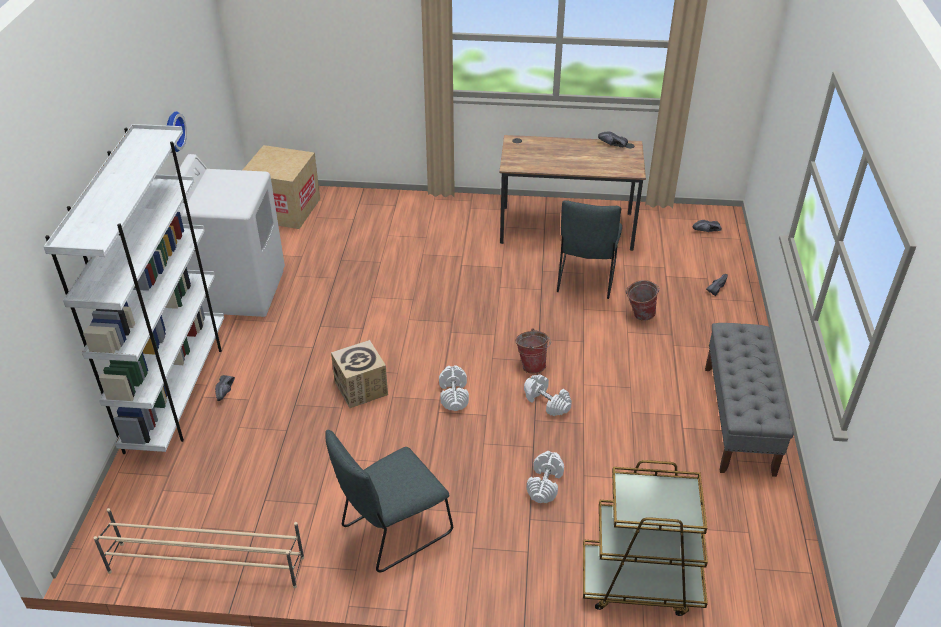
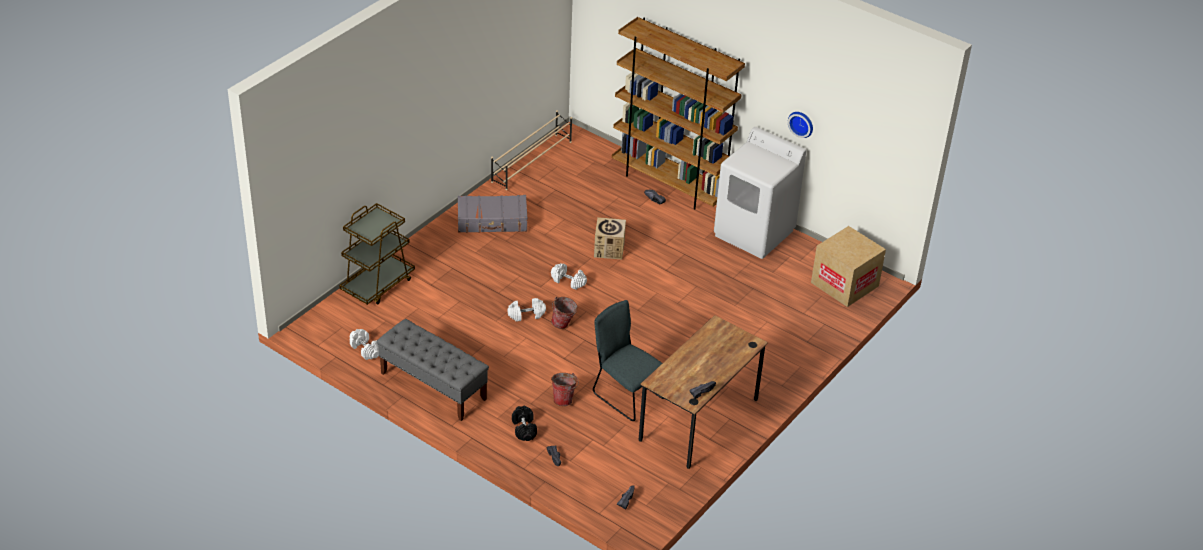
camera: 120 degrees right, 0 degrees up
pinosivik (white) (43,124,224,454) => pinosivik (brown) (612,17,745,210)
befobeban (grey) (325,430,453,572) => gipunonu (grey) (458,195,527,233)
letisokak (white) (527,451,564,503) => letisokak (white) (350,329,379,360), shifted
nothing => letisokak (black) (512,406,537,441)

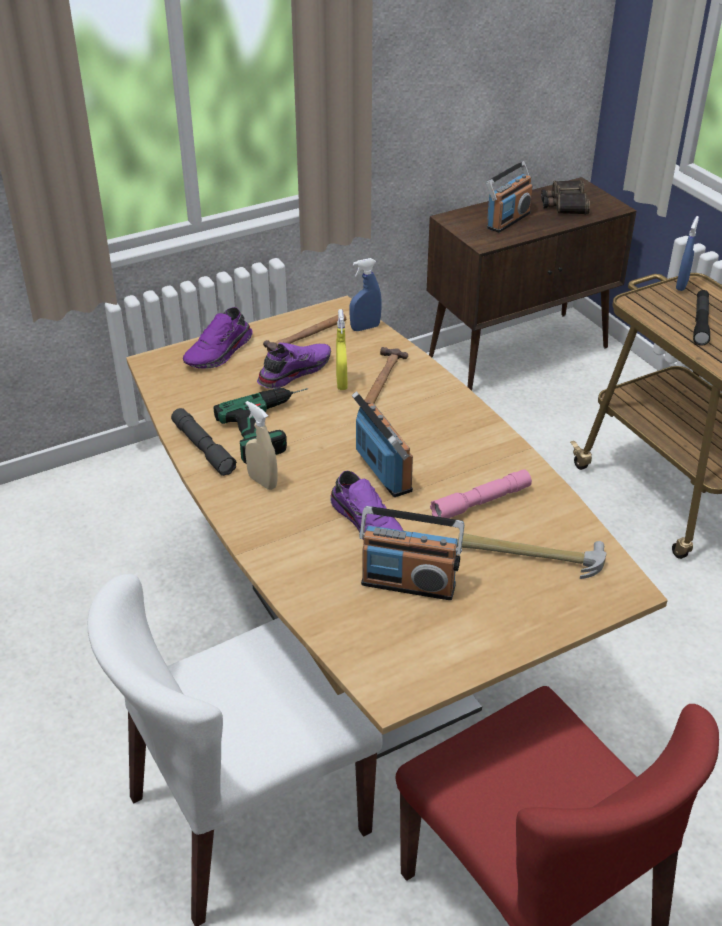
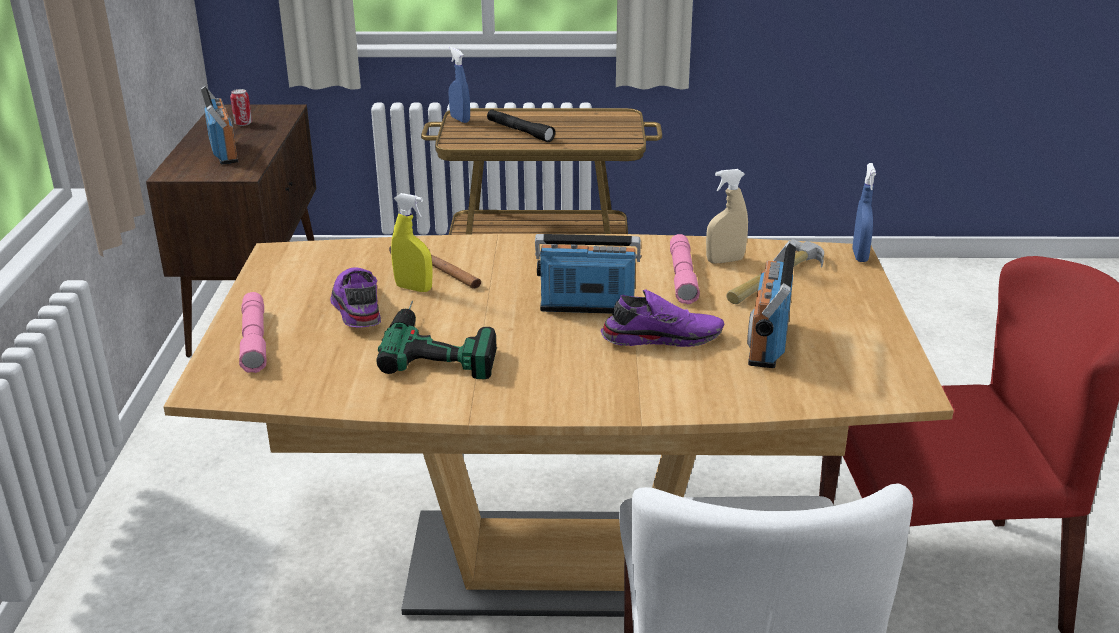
camera: 60 degrees left, 10 degrees down
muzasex (541,180,590,215) => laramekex (230,89,252,126)
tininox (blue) (349,258,382,331) => tininox (blue) (852,163,876,262), shifted
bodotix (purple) (183,307,253,369) => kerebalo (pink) (239,292,267,373)
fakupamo (263,315,346,352) => nothing
tininox (beige) (245,401,278,490) => tininox (beige) (706,169,748,263), shifted
kerebalo (grey) (171,408,237,476) => nothing
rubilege (359,506,464,600) => rubilege (747,240,796,368), 150 degrees clockwise

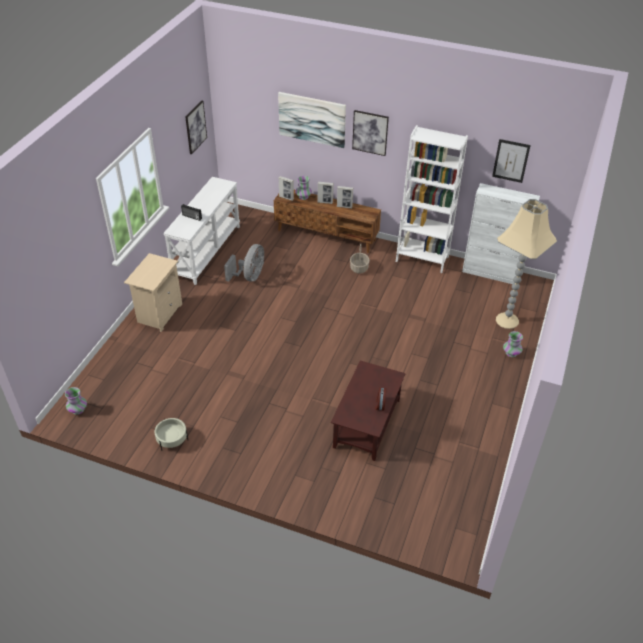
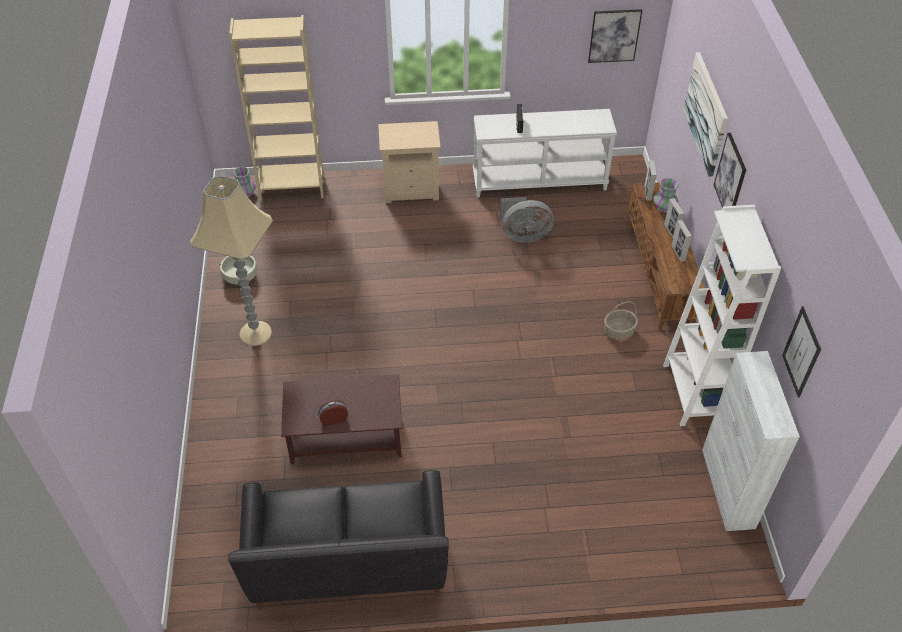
camera: 65 degrees right, 5 degrees up
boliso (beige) (496,199,557,329) => boliso (beige) (190,176,273,346), shifted
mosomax (503,331,523,357) => nothing
nothing => pinosivik (beige) (229,15,324,202)
nothing => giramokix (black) (228,470,449,609)

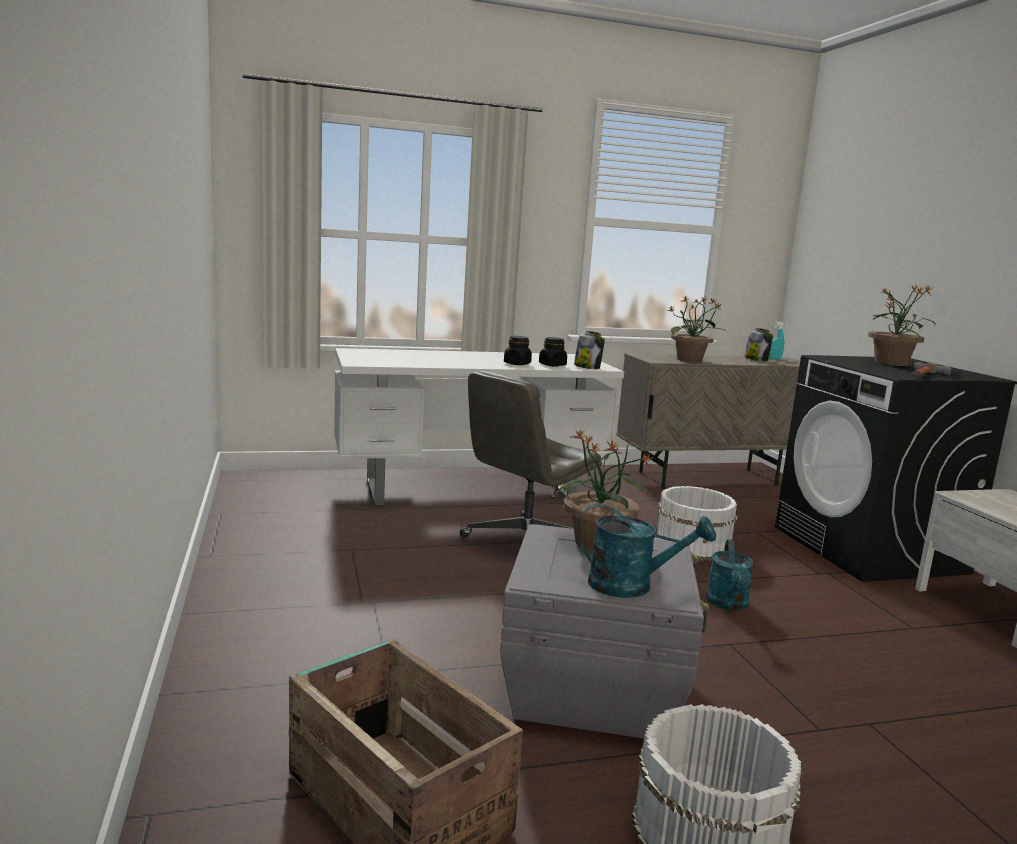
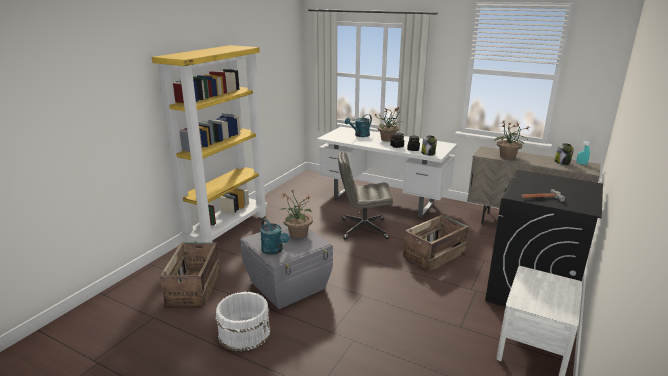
camera: 45 degrees right, 10 degrees up
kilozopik (868,284,935,366) => kilozopik (374,107,401,142), shifted
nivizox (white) (654,486,737,561) => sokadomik (403,215,468,271)
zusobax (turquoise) (706,539,754,611) => zusobax (turquoise) (345,114,372,137), shifted
nothing => pinosivik (yellow) (152,45,267,242)

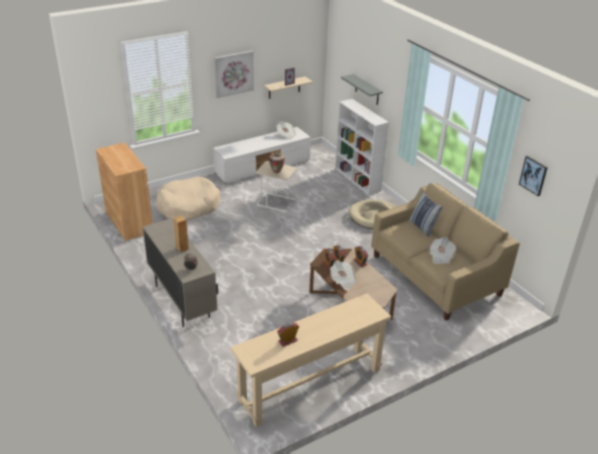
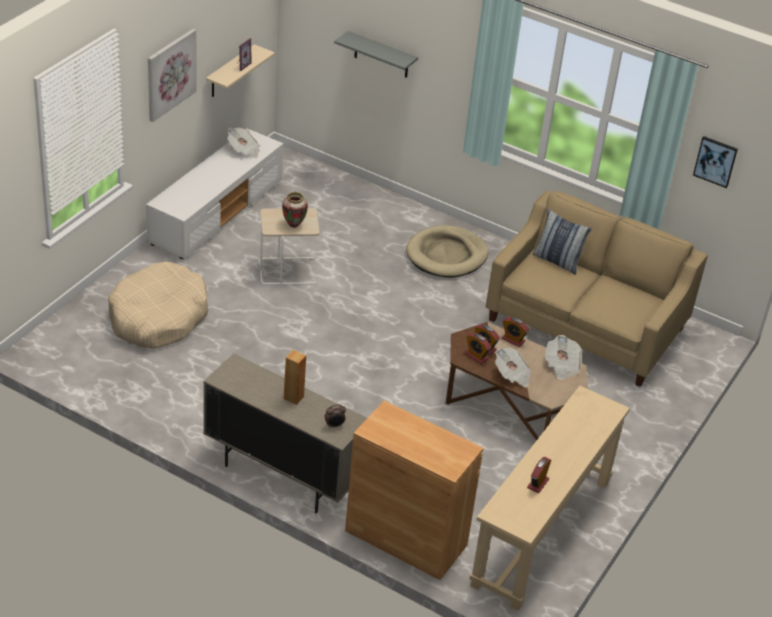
camera: 30 degrees left, 5 degrees up
pinosivik (white) (335,99,389,195) => nothing
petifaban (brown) (96,143,153,241) => petifaban (brown) (345,401,484,580), shifted
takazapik (429,237,456,264) => takazapik (544,335,582,380), shifted

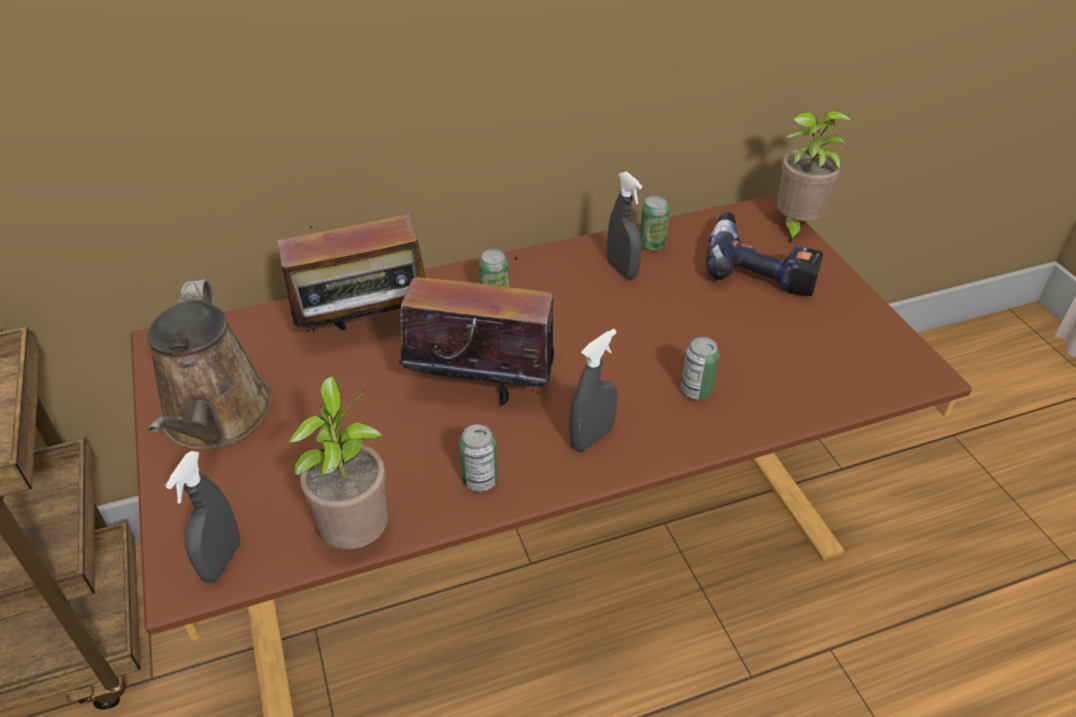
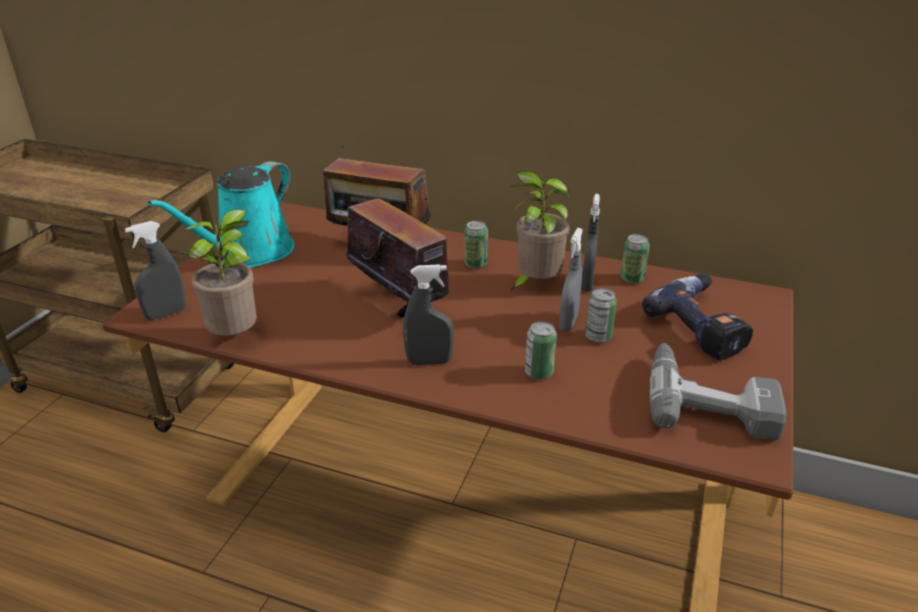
camera: 40 degrees right, 10 degrees down
kilozopik (777,110,853,244) => kilozopik (510,171,571,291), shifted
zusobax (brown) (147,279,273,450) => zusobax (turquoise) (147,161,295,268)
laramekex (459,425,497,492) => laramekex (585,288,617,343), shifted
nothing => tininox (grey) (559,228,583,331)
nothing => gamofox (650,343,787,440)

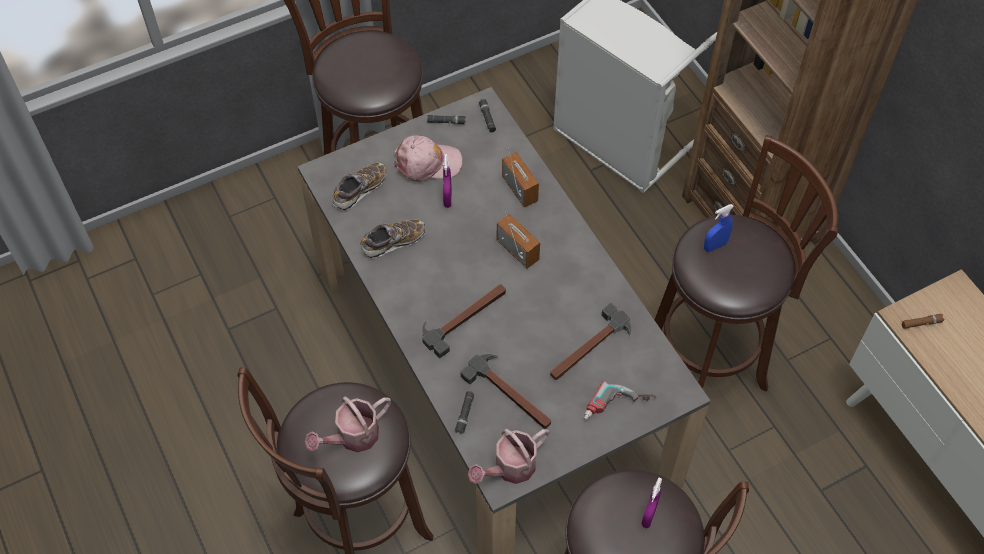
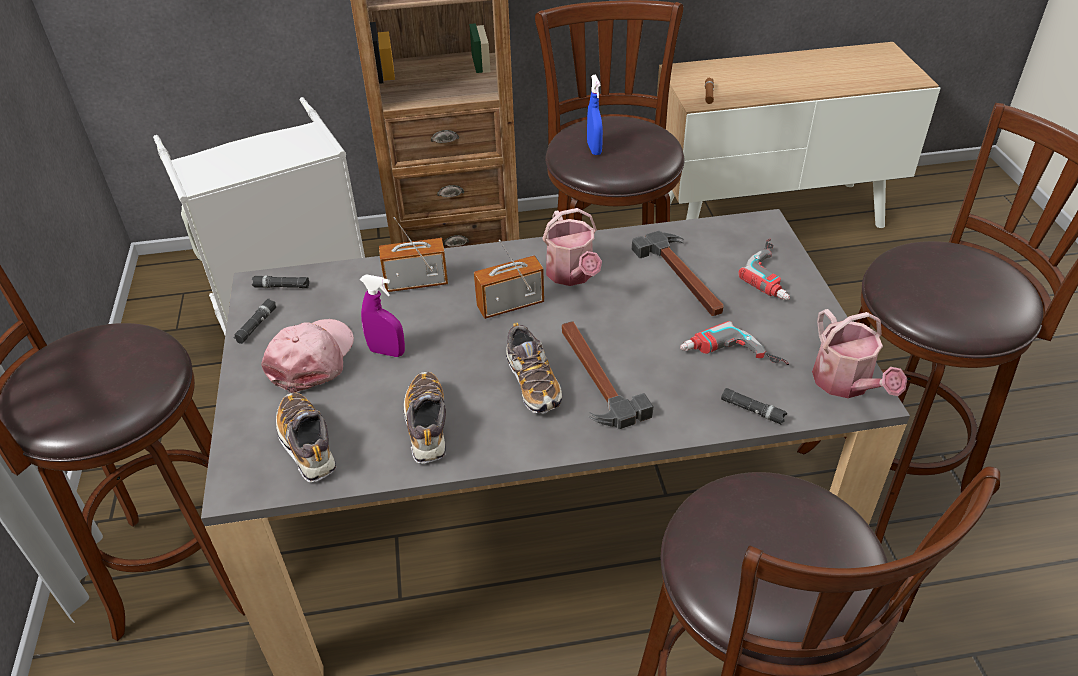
camera: 70 degrees left, 15 degrees down
fakupamo (460,354,551,429) => gamofox (680,321,789,365)
zusobax (305,396,391,452) => zusobax (542,208,602,286), shifted
tininox (purple) (641,477,662,528) => nothing
nothing => bodotix (506,323,562,413)

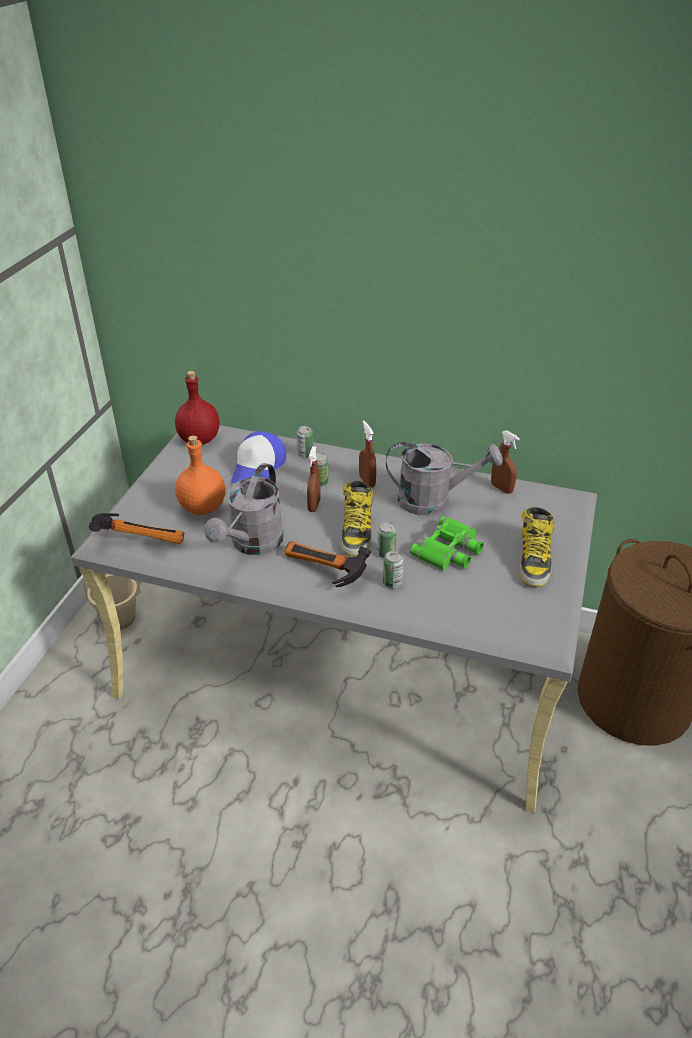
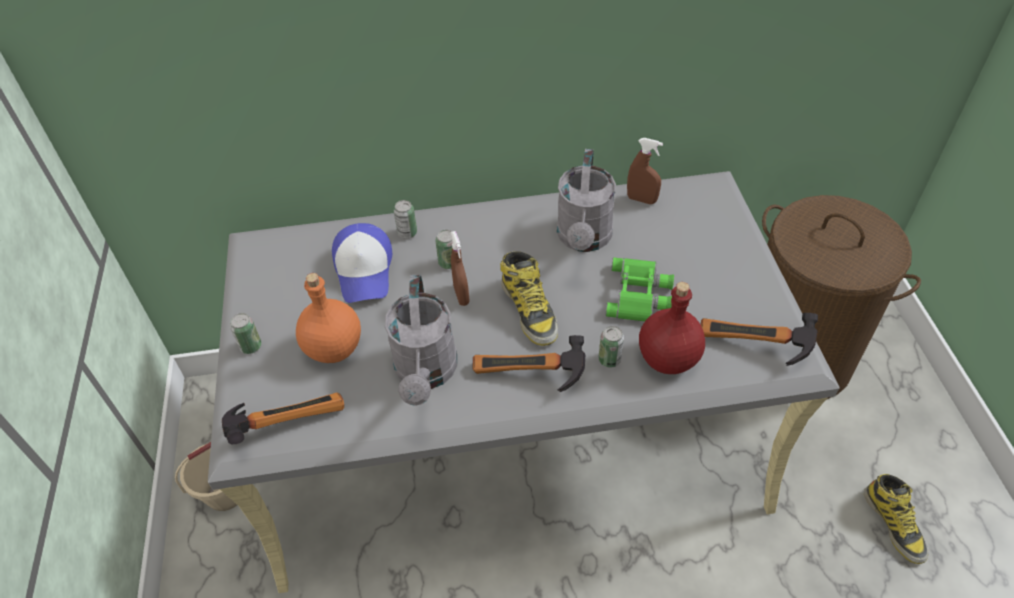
camera: 25 degrees left, 10 degrees up
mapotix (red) (175,371,220,445) => mapotix (red) (639,282,705,374), shifted
tininox (brown) (359,421,376,488) => nothing
zusobax (grey) (386,442,503,515) => zusobax (grey) (557,149,616,252), 120 degrees clockwise
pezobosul (519,507,554,587) => pezobosul (864,474,928,564), shifted
laramekex (377,522,397,558) => laramekex (230,313,262,354), shifted
nothing => fakupamo (700,313,818,366)

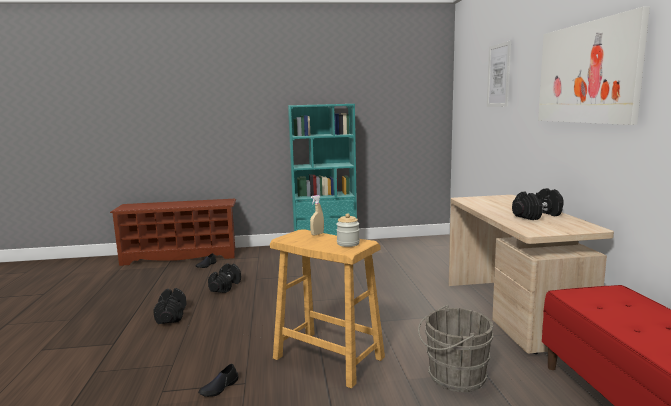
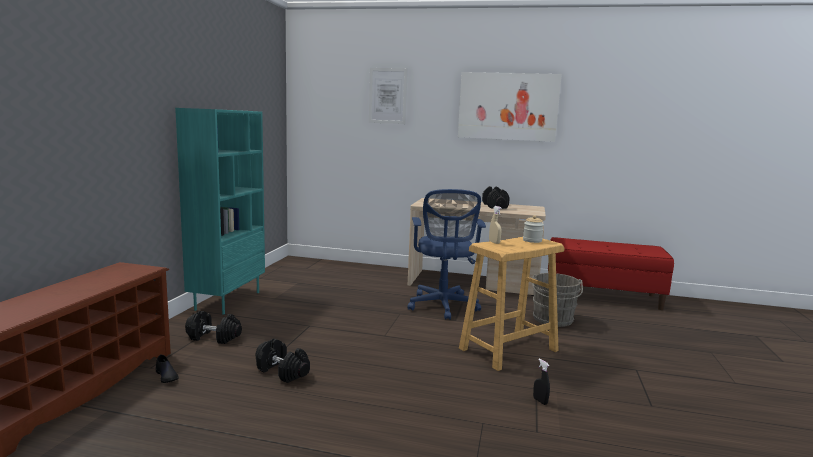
camera: 70 degrees left, 0 degrees up
letisokak (black) (153,288,187,324) => letisokak (black) (185,311,242,344), shifted
bodotix (black) (198,364,238,397) => tininox (black) (533,359,550,405)
nothing => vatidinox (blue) (407,189,486,320)

